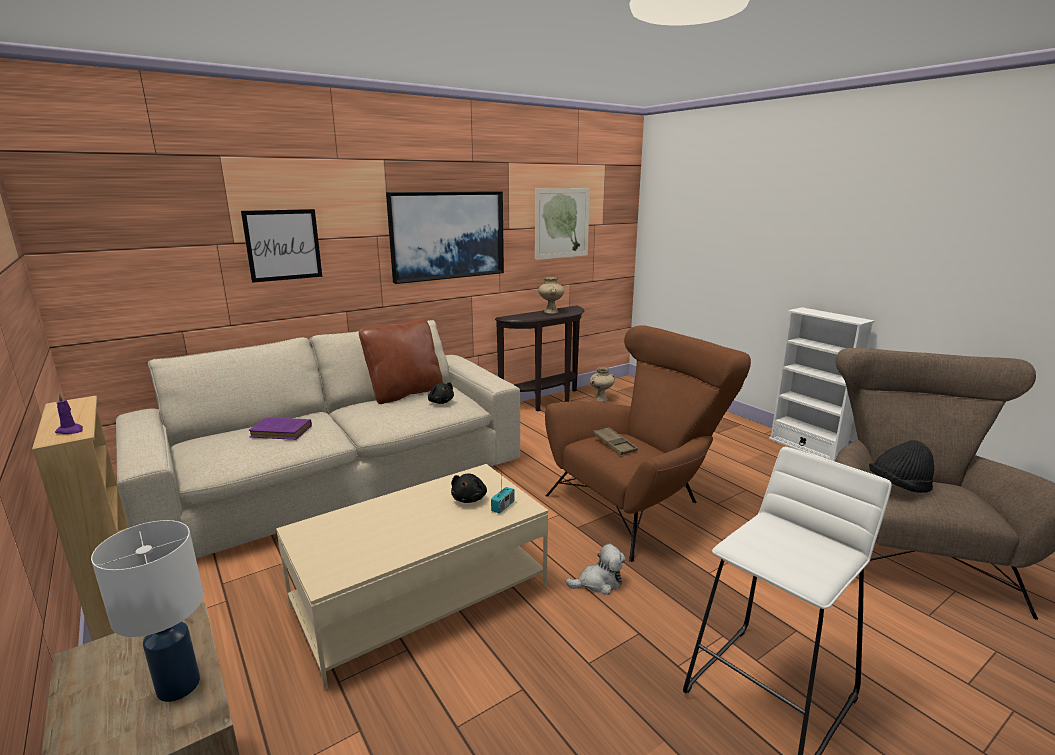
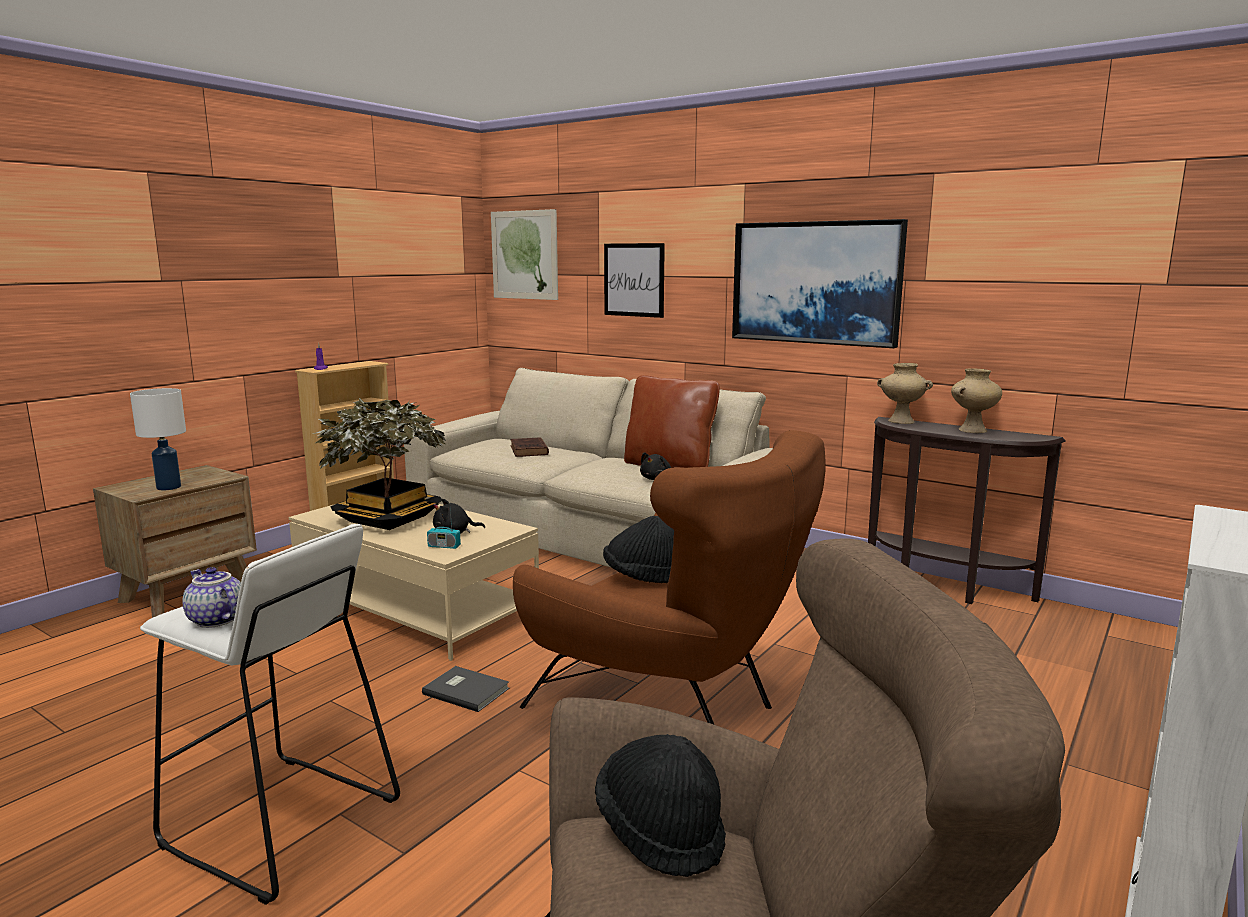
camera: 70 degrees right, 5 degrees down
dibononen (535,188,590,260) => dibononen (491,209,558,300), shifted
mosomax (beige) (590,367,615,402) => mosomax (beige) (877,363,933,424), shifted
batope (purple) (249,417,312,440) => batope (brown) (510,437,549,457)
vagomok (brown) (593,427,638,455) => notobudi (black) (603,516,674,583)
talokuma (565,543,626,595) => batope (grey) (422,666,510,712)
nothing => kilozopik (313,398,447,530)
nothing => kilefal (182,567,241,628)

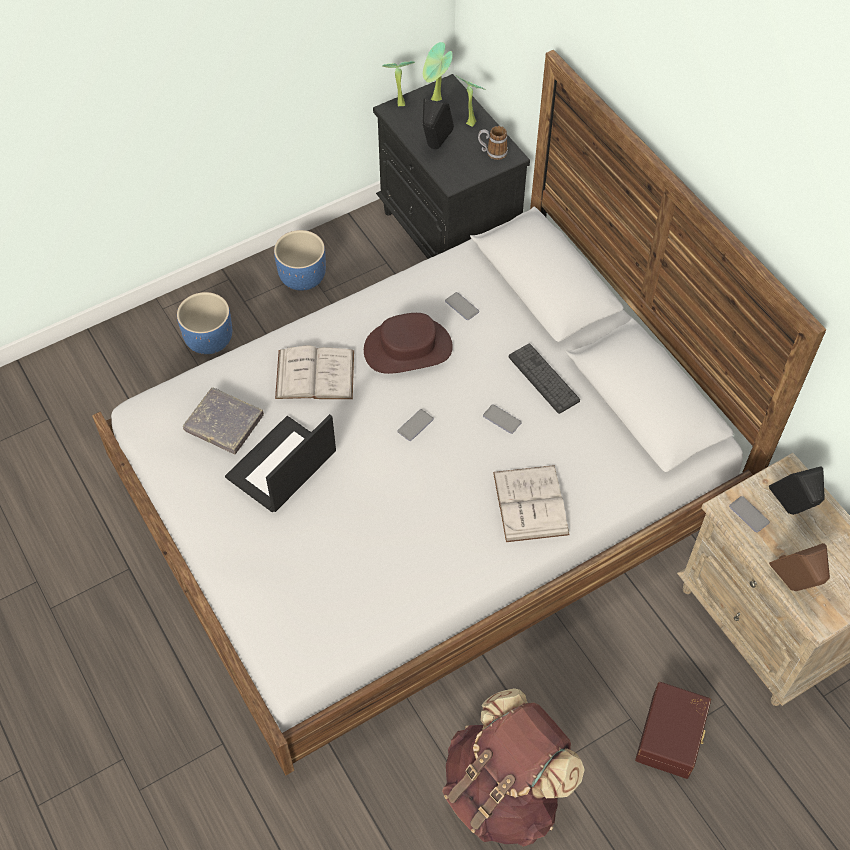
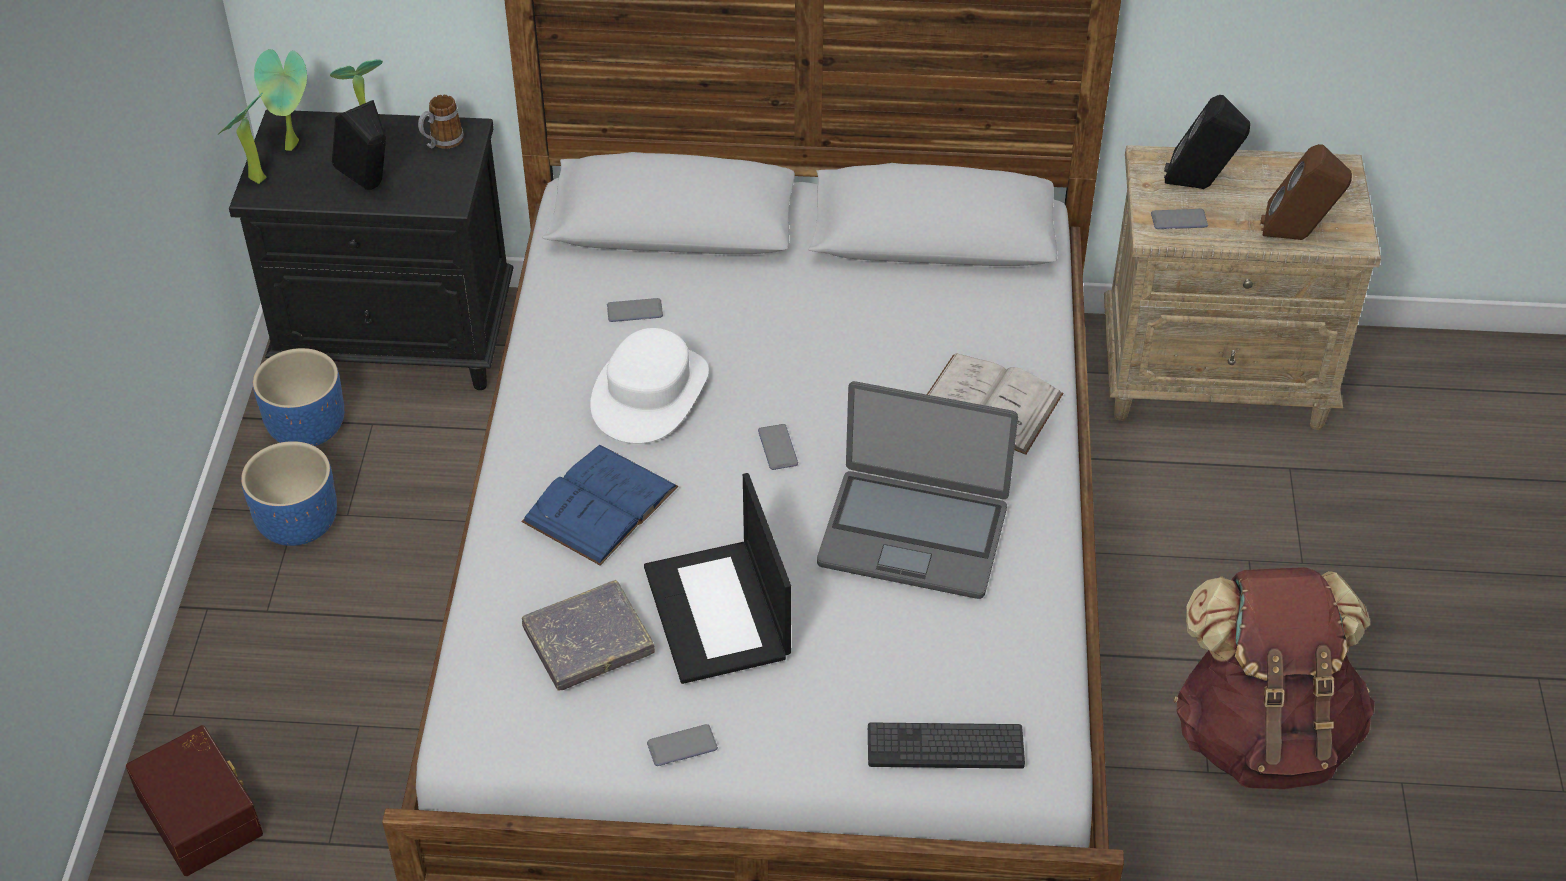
camera: 55 degrees left, 10 degrees down
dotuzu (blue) (177,292,232,354) => dotuzu (blue) (253,348,344,446), shifted
notobudi (brown) (364,313,453,374) => notobudi (white) (590,328,709,444)
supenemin (509,344,580,414) => supenemin (868,722,1025,769), shifted
batope (white) (275,345,354,399) => batope (blue) (521,445,678,565)
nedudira (483,405,522,434) => nedudira (647,724,718,766), shifted
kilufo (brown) (635,682,711,779) => kilufo (brown) (126,725,263,876), shifted
nothing => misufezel (817,381,1018,599)

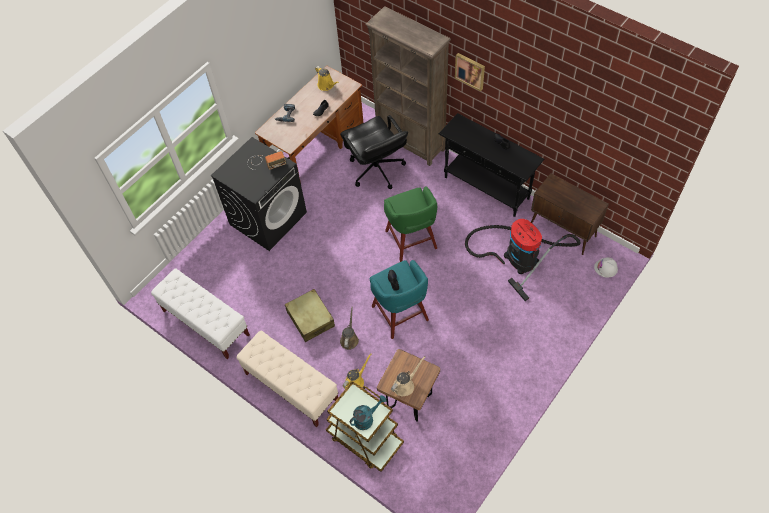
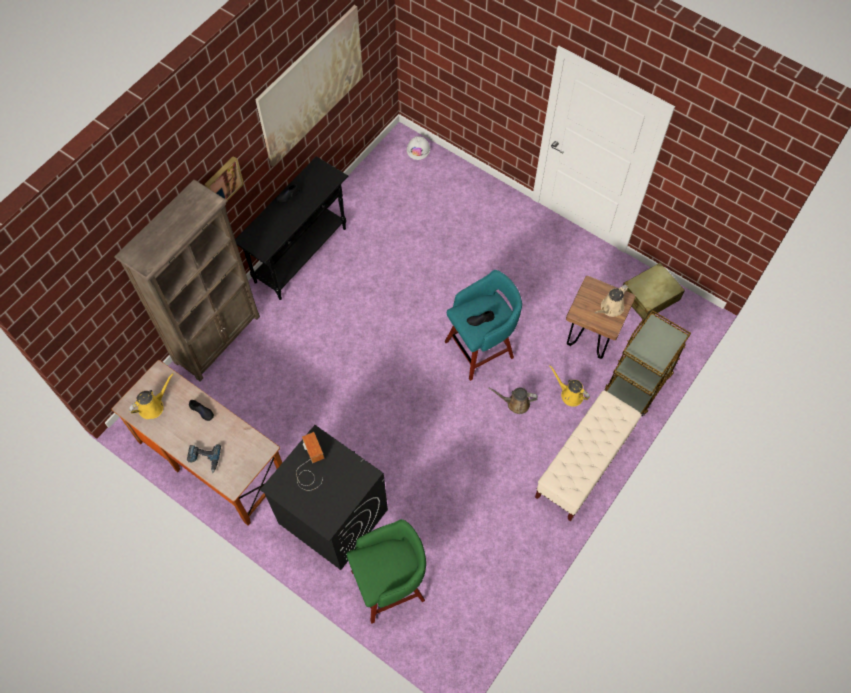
camera: 95 degrees left, 5 degrees up
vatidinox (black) (340,115,408,189) => nothing
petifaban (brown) (531,173,609,255) => nothing
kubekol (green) (384,186,437,262) => kubekol (green) (346,519,426,624), shifted
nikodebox (465,219,581,301) => nothing
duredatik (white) (151,269,250,359) => nothing
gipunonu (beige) (285,289,335,342) => gipunonu (beige) (623,263,685,320), shifted
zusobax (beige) (391,356,425,396) => zusobax (beige) (595,284,628,317), 90 degrees counterclockwise
zusobax (turquoise) (350,395,387,430) => nothing
nothing => dibononen (255,5,363,167)

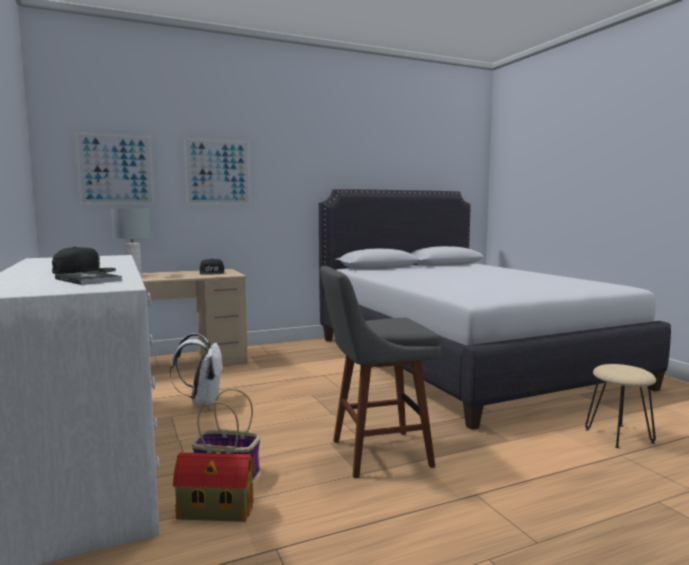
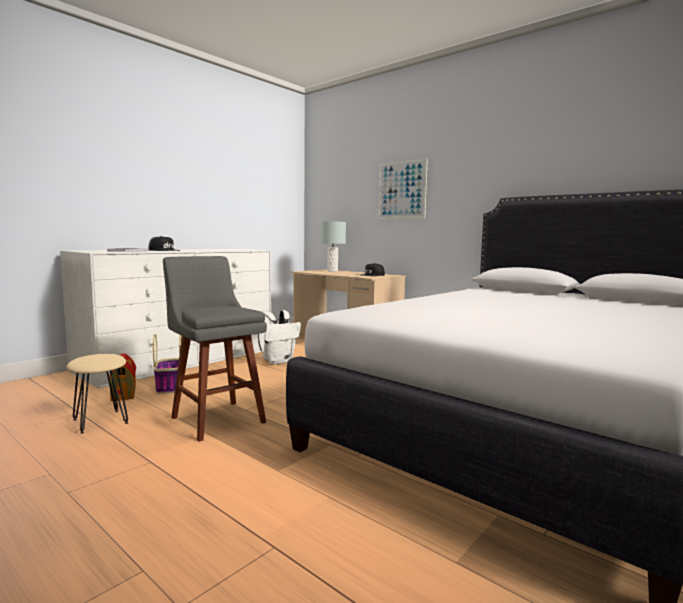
camera: 65 degrees right, 0 degrees up
dibononen (75,132,154,205) => nothing
kubekol (beige) (585,364,656,448) => kubekol (beige) (66,354,128,434), shifted

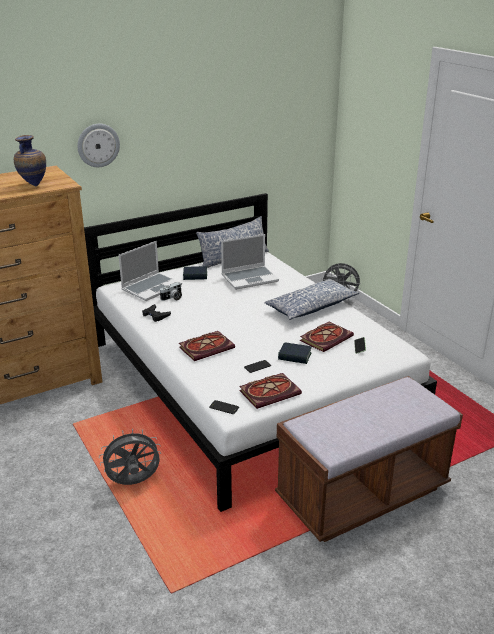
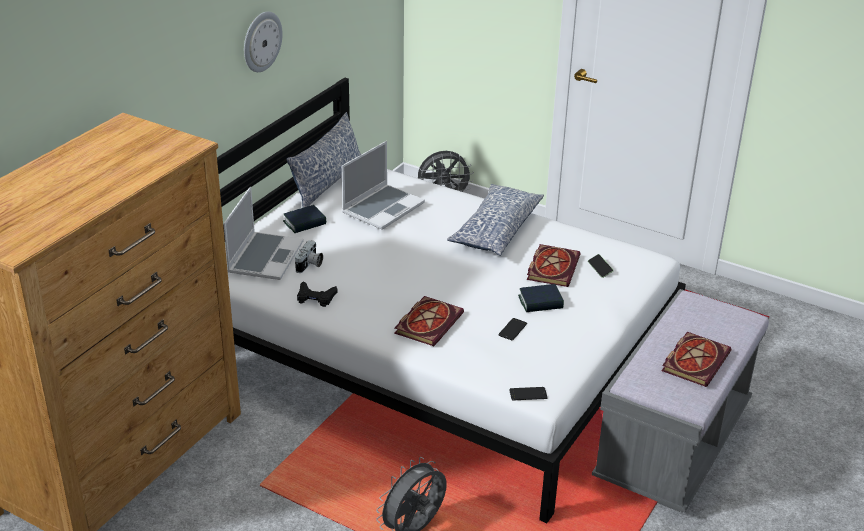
camera: 30 degrees left, 5 degrees up
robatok (77,124,120,167) => robatok (244,11,283,72), shifted
mosomax (14,135,46,187) => nothing
batope (239,373,302,409) => batope (662,332,731,387), shifted
duredatik (brown) (275,376,463,542) => duredatik (grey) (592,289,769,513)

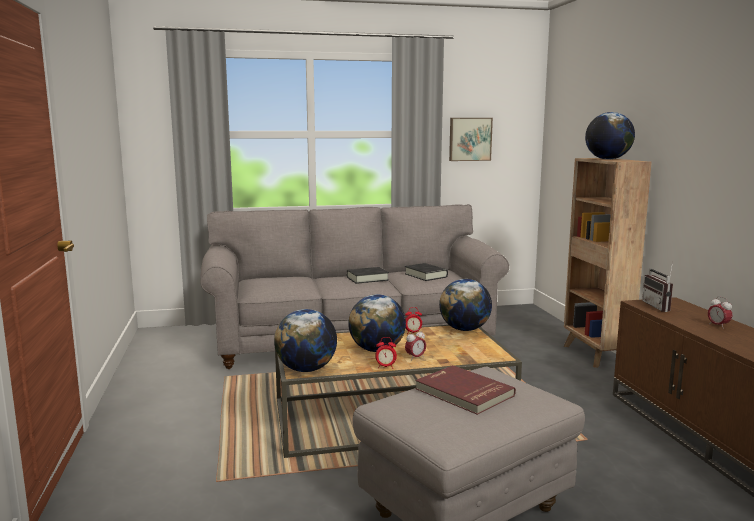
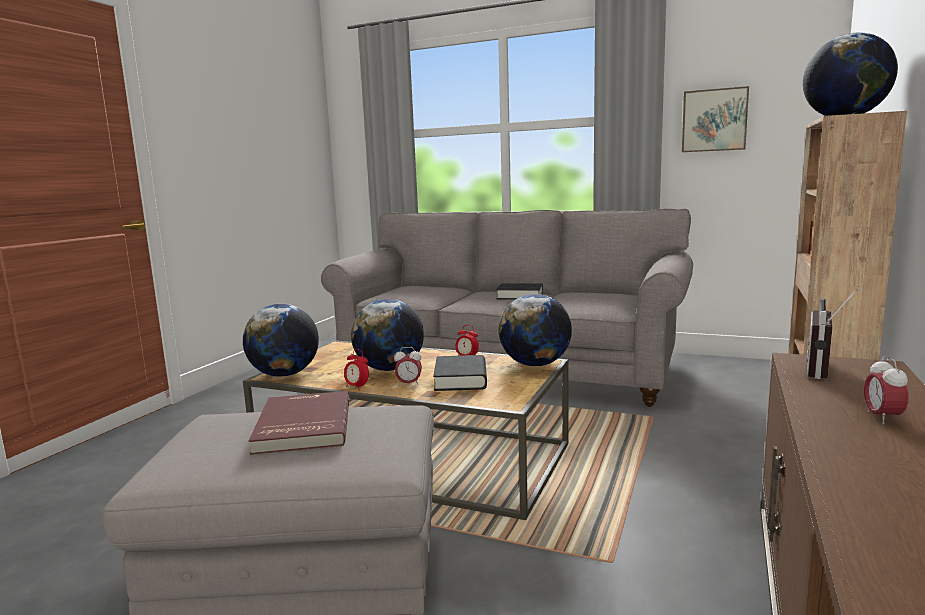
camera: 35 degrees right, 0 degrees up
batope (black) (405,263,448,281) => batope (black) (433,355,487,391), shifted

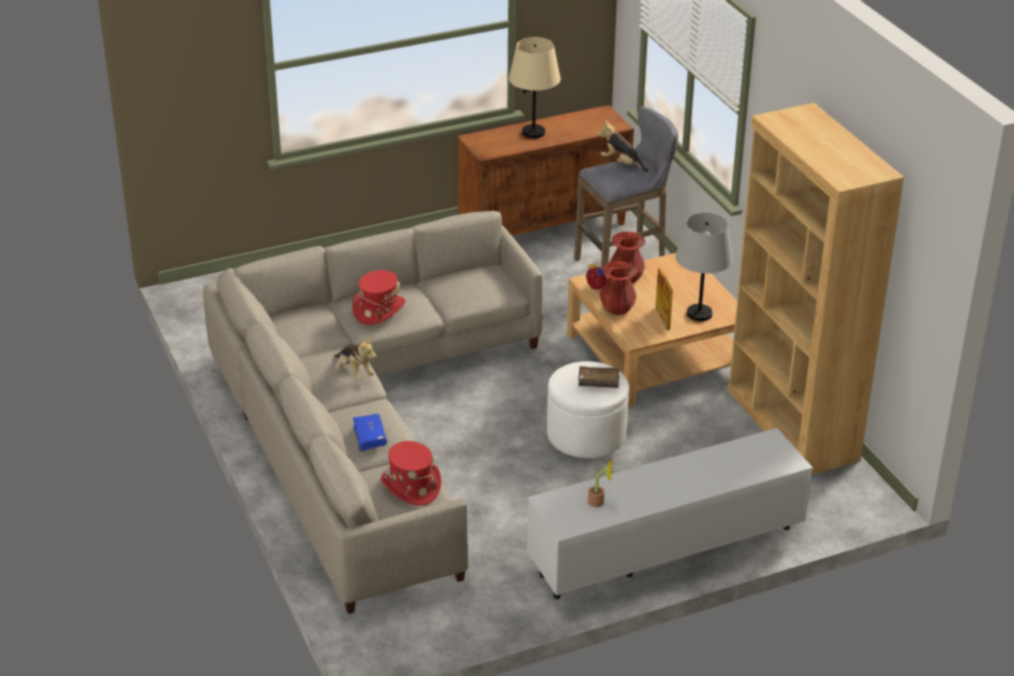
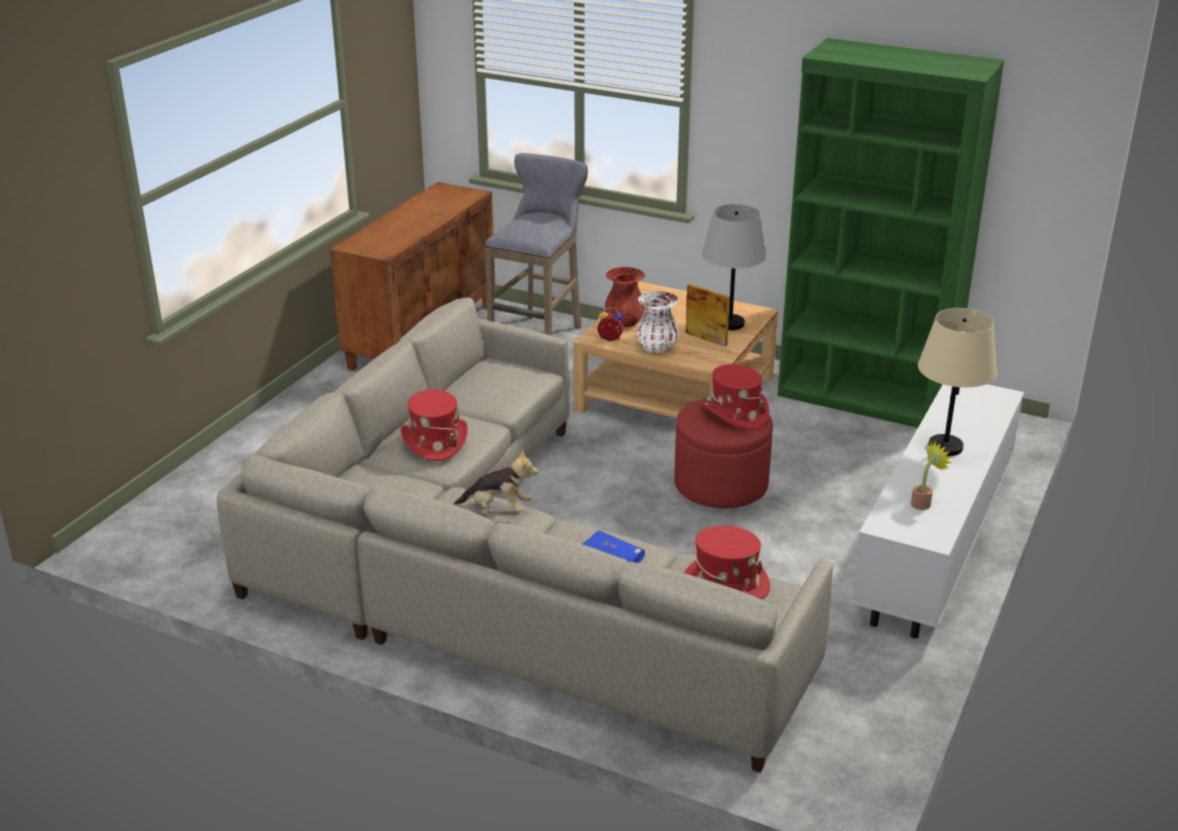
camera: 40 degrees left, 5 degrees down
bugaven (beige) (509,37,561,138) => bugaven (beige) (918,308,997,456), shifted
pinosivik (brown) (728,103,904,475) => pinosivik (green) (777,38,1004,428)
talokuma (597,120,649,172) => nothing
mosomax (red) (600,261,637,315) => mosomax (white) (637,291,679,353)
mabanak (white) (547,361,629,458) => mabanak (red) (674,398,773,508)
batope (brown) (578,366,620,388) => notobudi (red) (701,364,769,430)

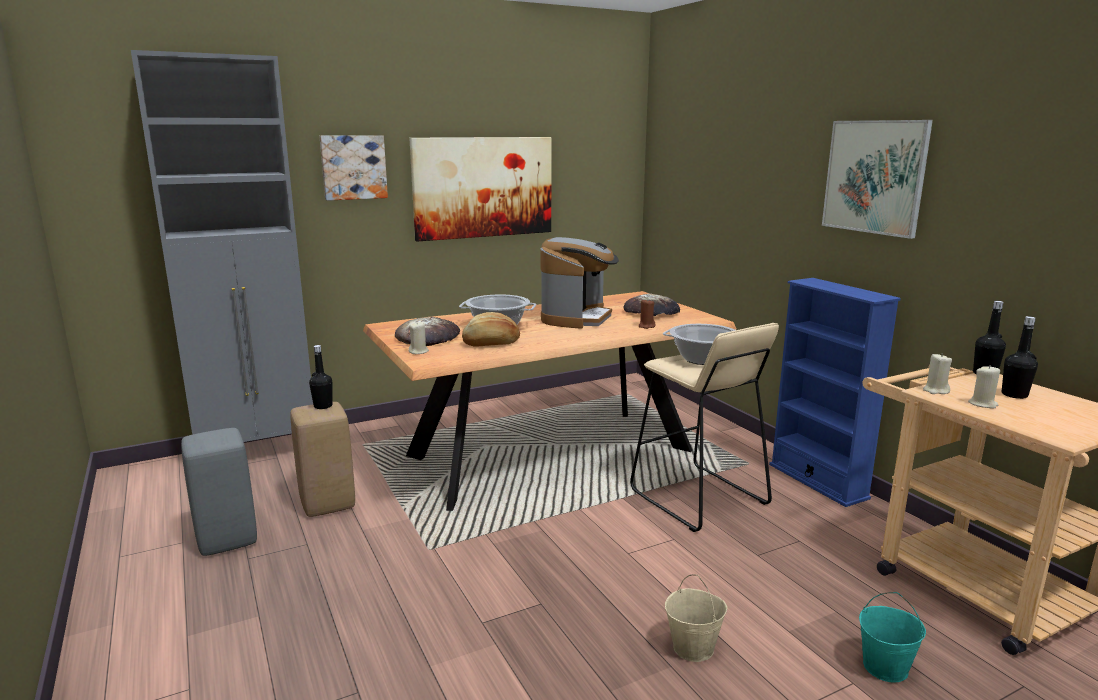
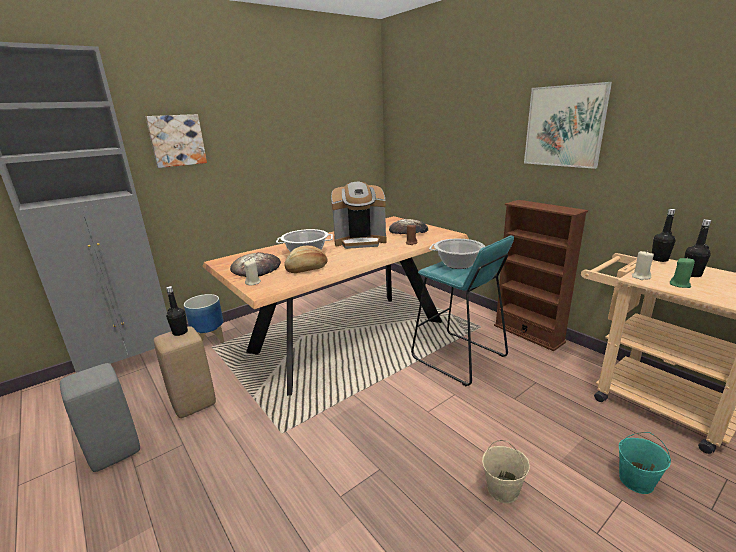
camera: 10 degrees left, 5 degrees up
dibononen (409,137,551,242) => nothing
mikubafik (540,237,619,329) => mikubafik (331,182,386,249), 75 degrees clockwise
pinosivik (blue) (769,278,901,507) => pinosivik (brown) (494,200,588,351)
kubekol (beige) (630,323,779,532) => kubekol (turquoise) (411,236,514,386)
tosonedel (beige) (968,365,1000,409) => tosonedel (green) (670,257,695,288)
nothing => dotuzu (184,294,224,343)

